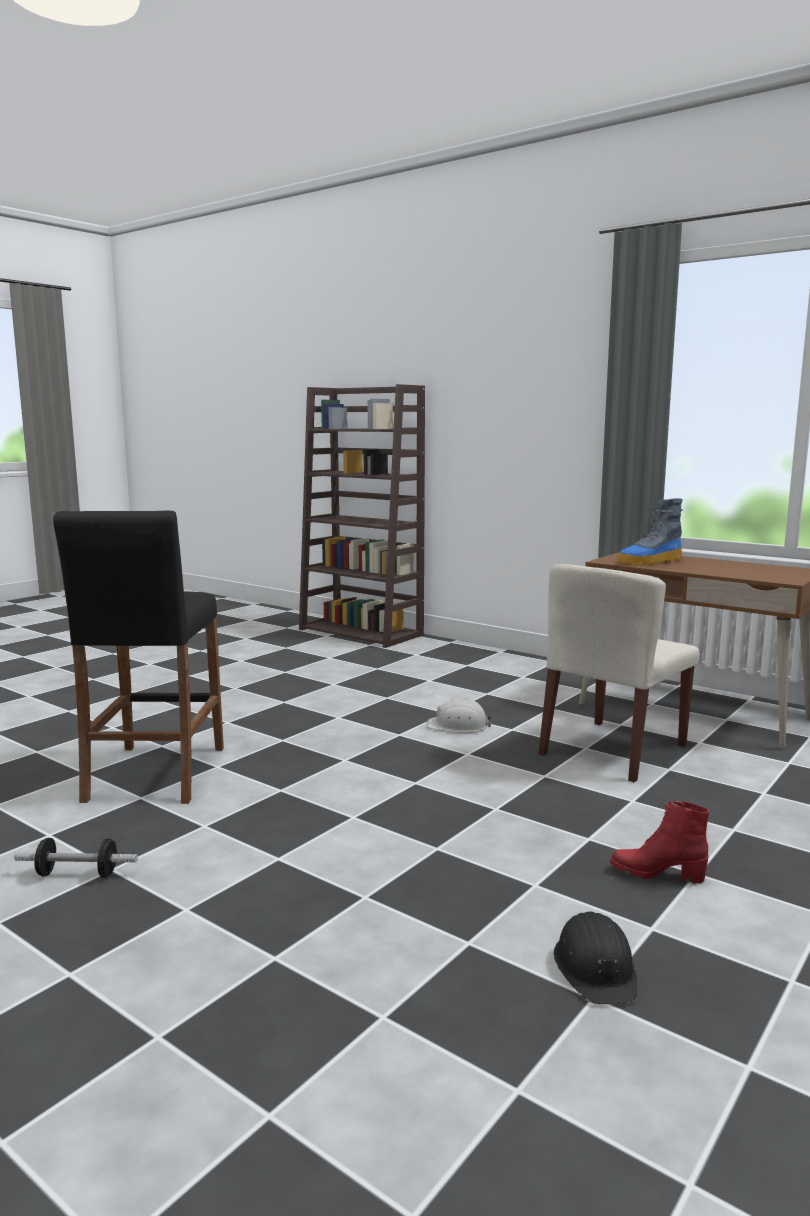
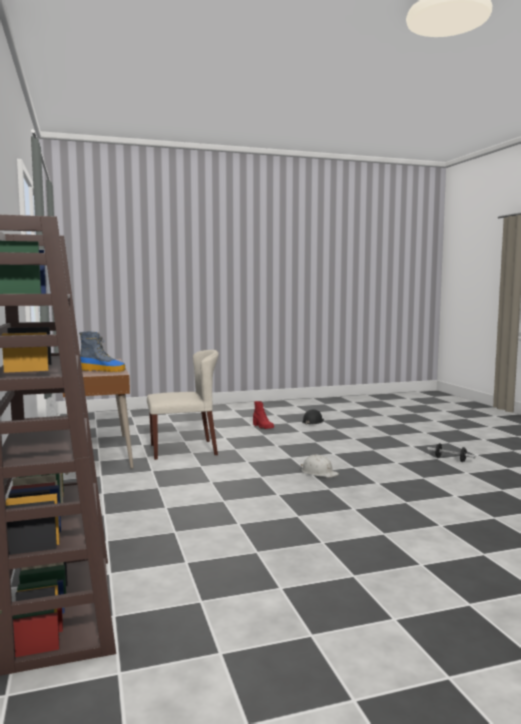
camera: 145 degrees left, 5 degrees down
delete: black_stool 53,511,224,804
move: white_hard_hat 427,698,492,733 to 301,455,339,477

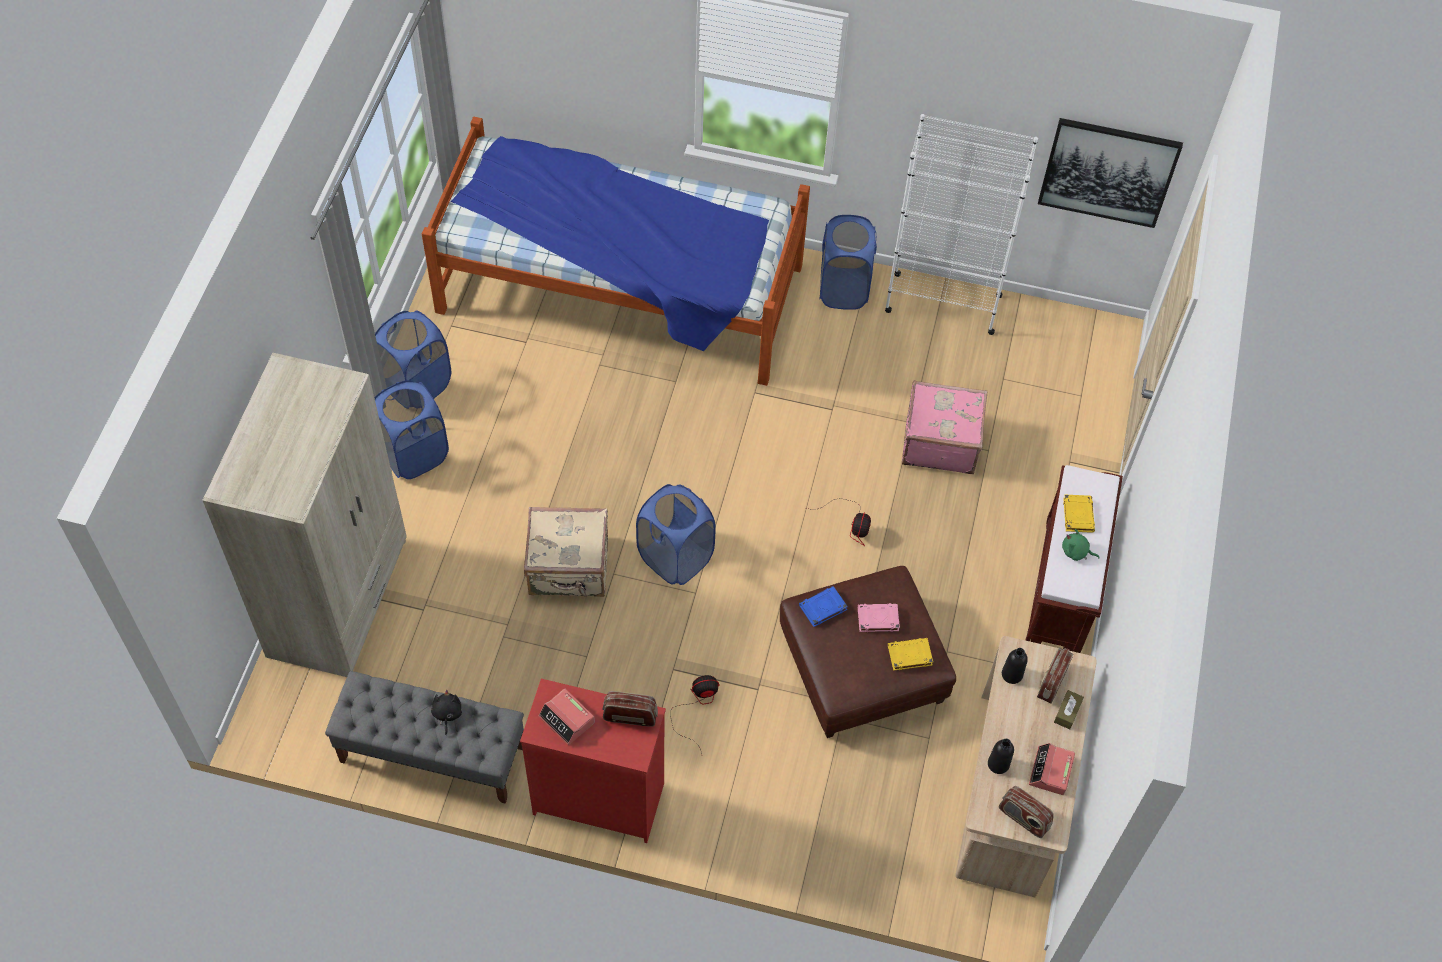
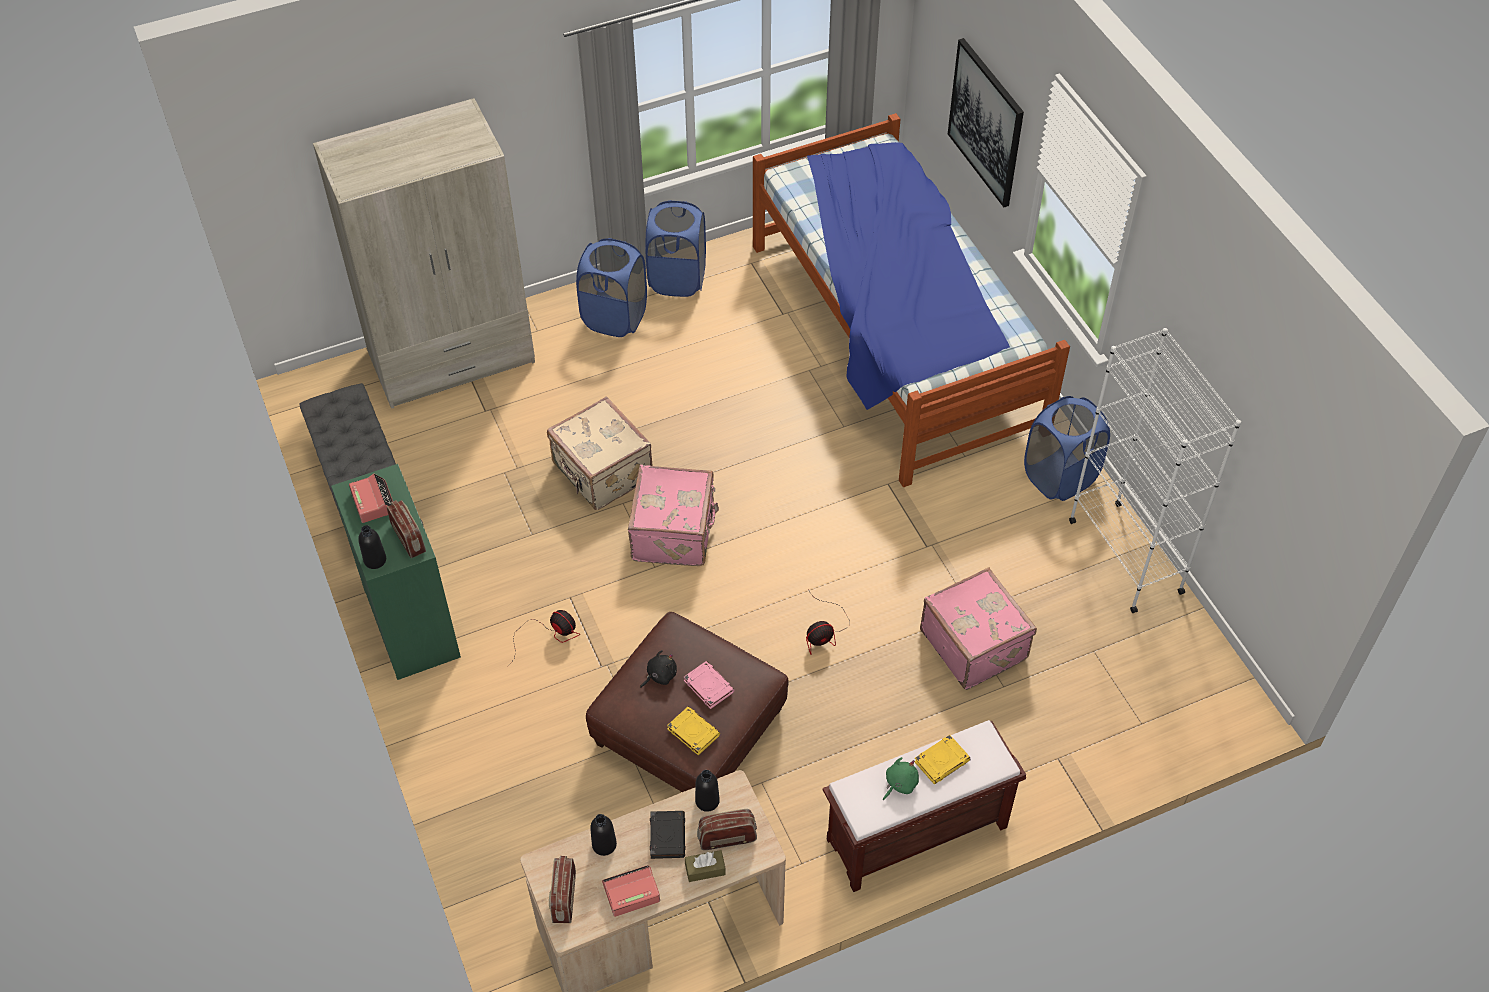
camera: 55 degrees right, 5 degrees down
delete: blue_book 799,586,848,627
insert: black_bottle 358,525,386,569; black_book 650,811,686,859
move: black_plush_toy 431,690,462,735 to 640,650,677,688; picture 1038,118,1183,228 to 948,38,1024,207
replace: blue_laundry_basket 636,484,716,585 to pink_suitcase 628,465,719,566
recolor: red_dresser 520,679,666,843 to green_dresser 331,464,461,680
rotate: alarm_clock 539,688,595,745 = 349,474,393,523 150 degrees clockwise; green_plush_toy 1062,529,1100,561 = 883,757,919,800 60 degrees clockwise

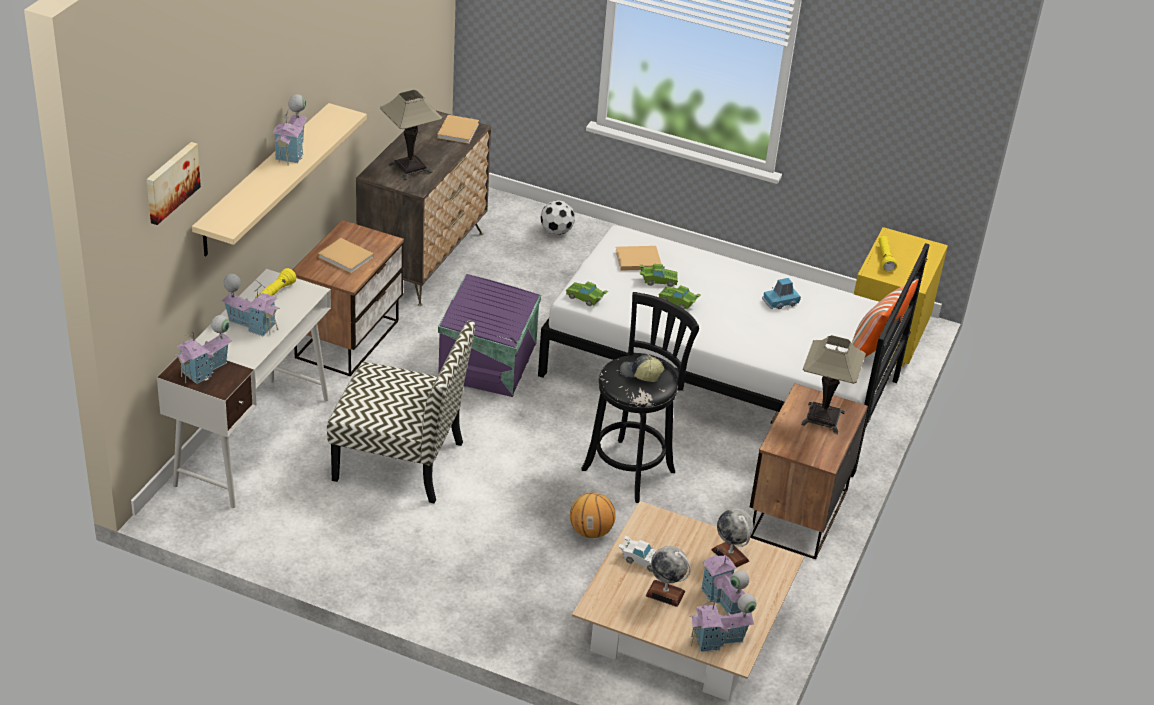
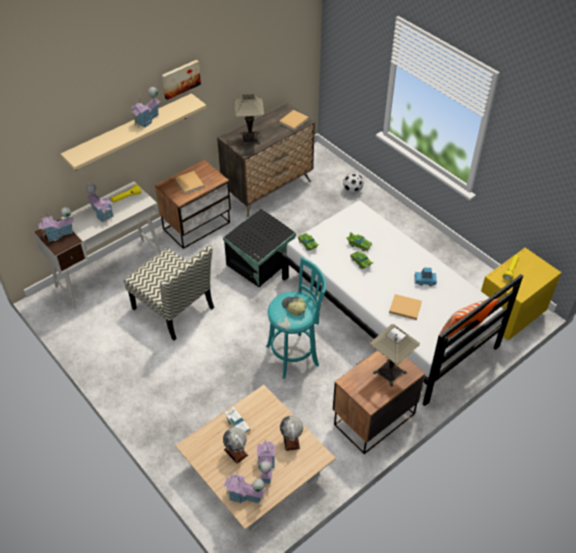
camera: 30 degrees right, 10 degrees up
delete: basketball 570,492,616,538
move: picture 147,142,201,225 to 162,60,201,100; beige_book 615,246,661,271 to 389,294,422,320
recolor: purple_storage_box 438,274,541,397 to black_storage_box 223,208,296,288; black_stool 581,292,699,503 to turquoise_stool 266,257,326,379

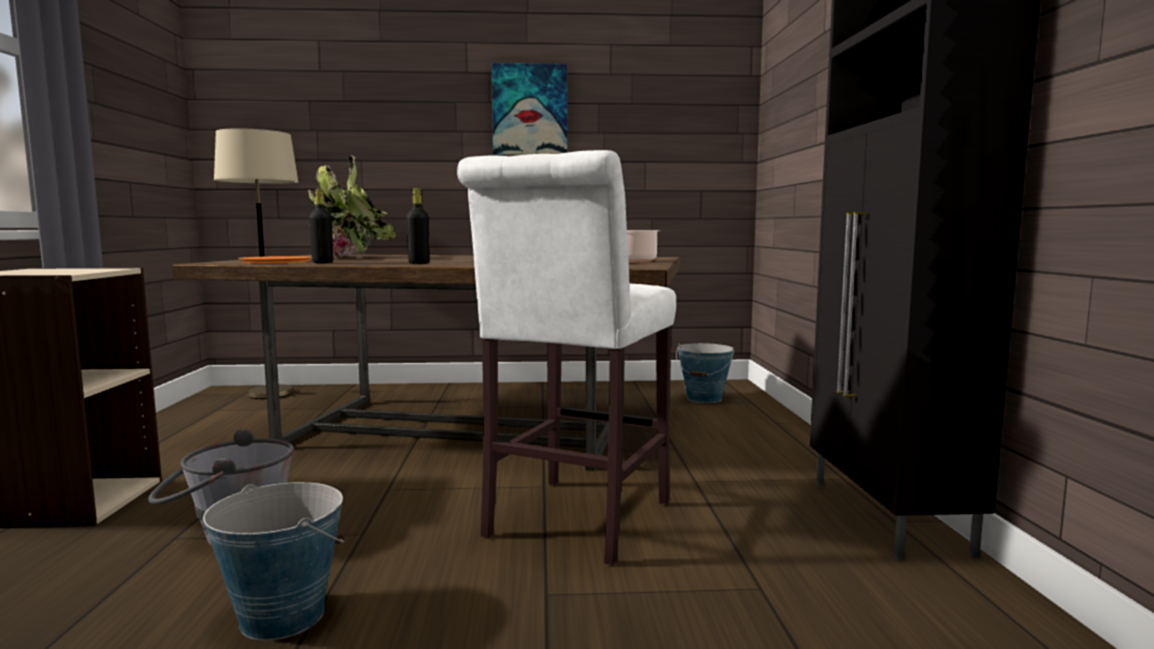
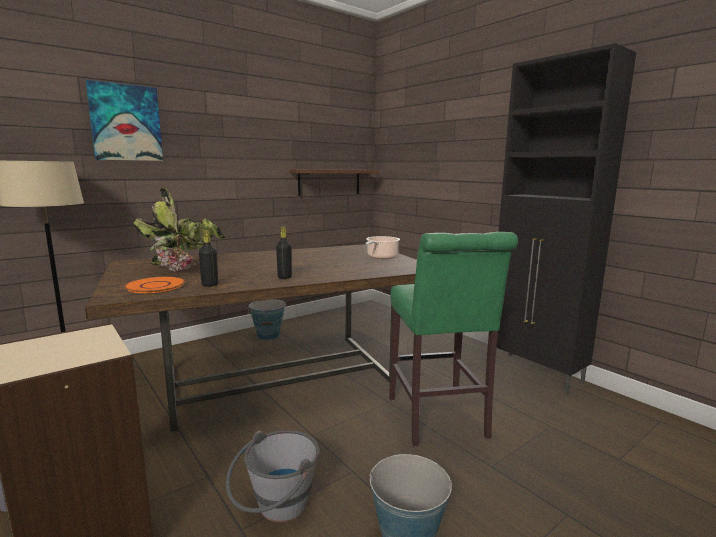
camera: 35 degrees left, 5 degrees up
insert: shelf 289,169,380,196
move: picture 492,63,567,155 to 86,80,163,161; bucket 676,343,734,403 to 248,299,286,340
recolor: white_stool 457,150,676,565 to green_stool 389,232,518,446

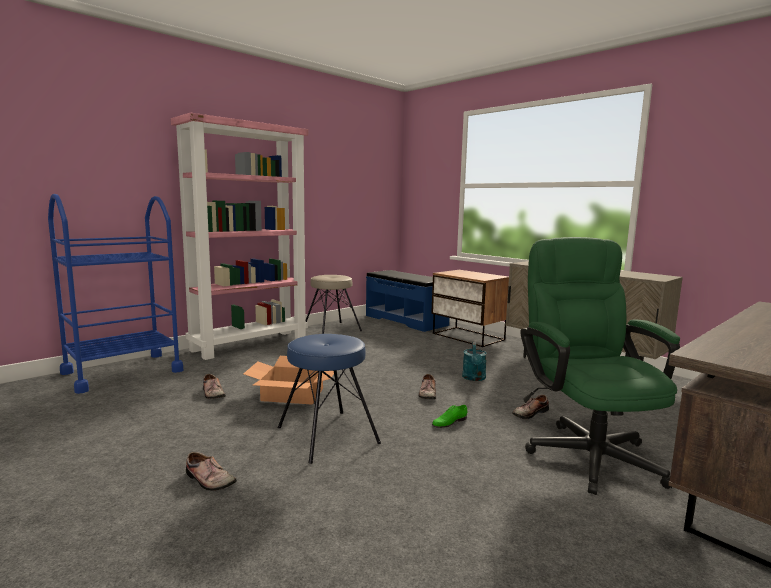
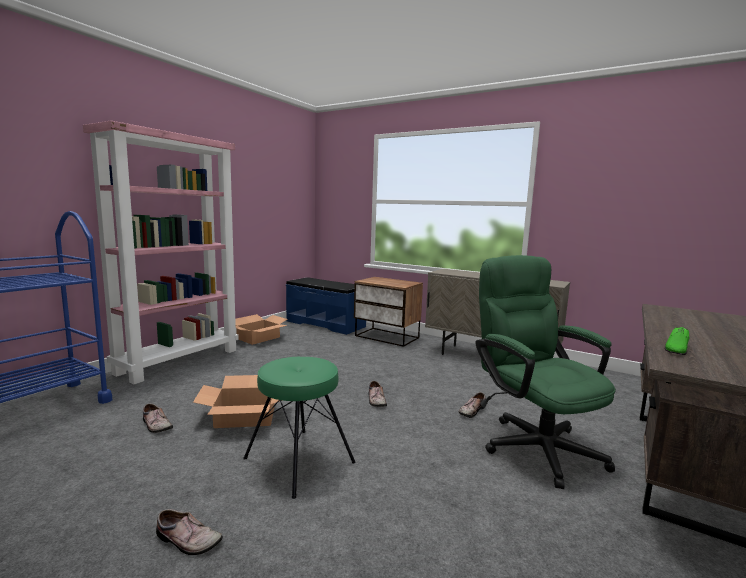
camera: 15 degrees left, 0 degrees up
delete: turquoise_watering_can 462,342,487,381
move: green_shoe 432,405,467,428 to 664,327,689,355
replace: beige_stool 306,275,362,334 to cardboard_box 235,314,288,345
recolor: blue_stool 278,334,381,464 to green_stool 243,357,356,499

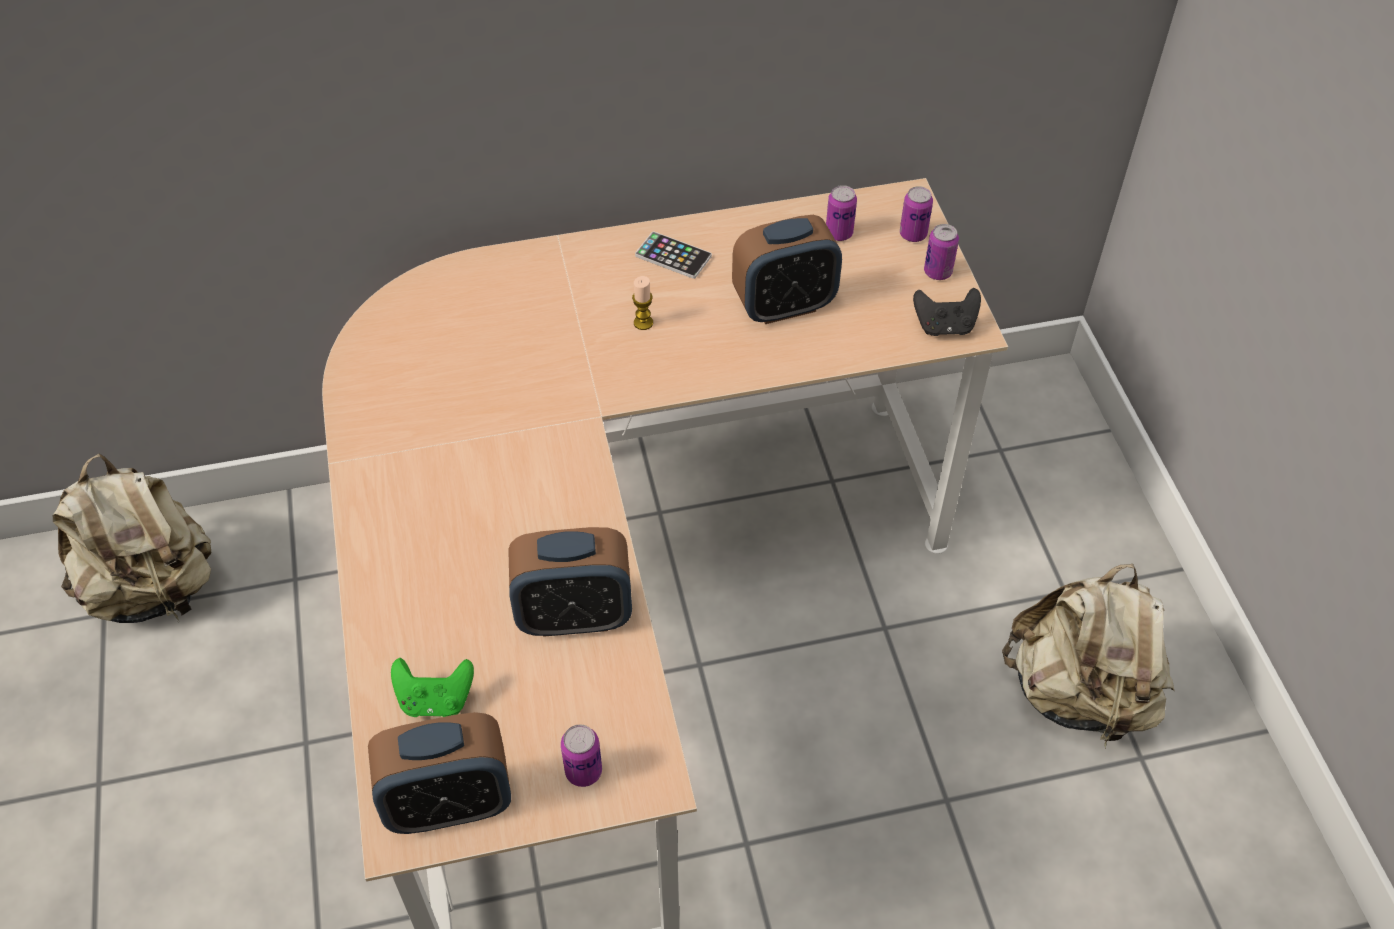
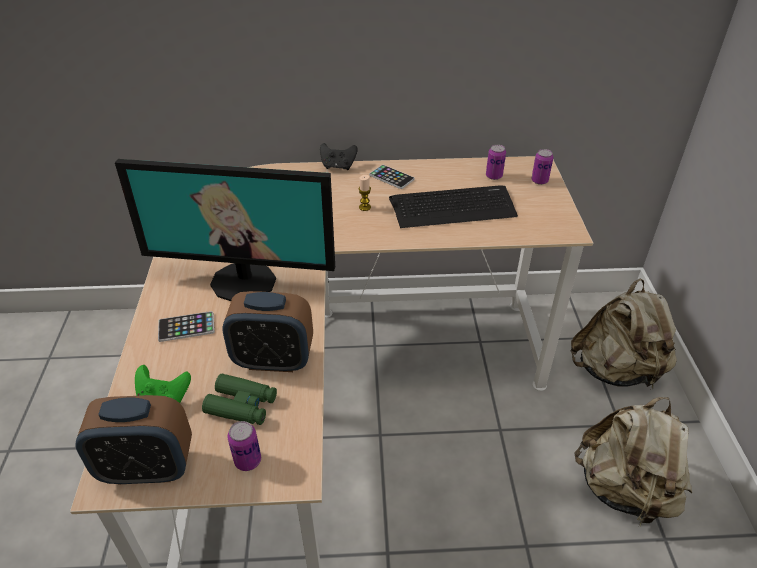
camera: 10 degrees right, 10 degrees down
delete: can 924,224,959,280
insert: monitor 115,159,335,301; phone 158,311,215,342; green_binoculars 202,374,277,425
move: beige_backpack 53,454,211,623 to 571,279,677,390; black_game_controller 913,288,981,336 to 320,143,358,170
replace: alarm_clock 732,215,842,324 to keyboard 389,186,518,228

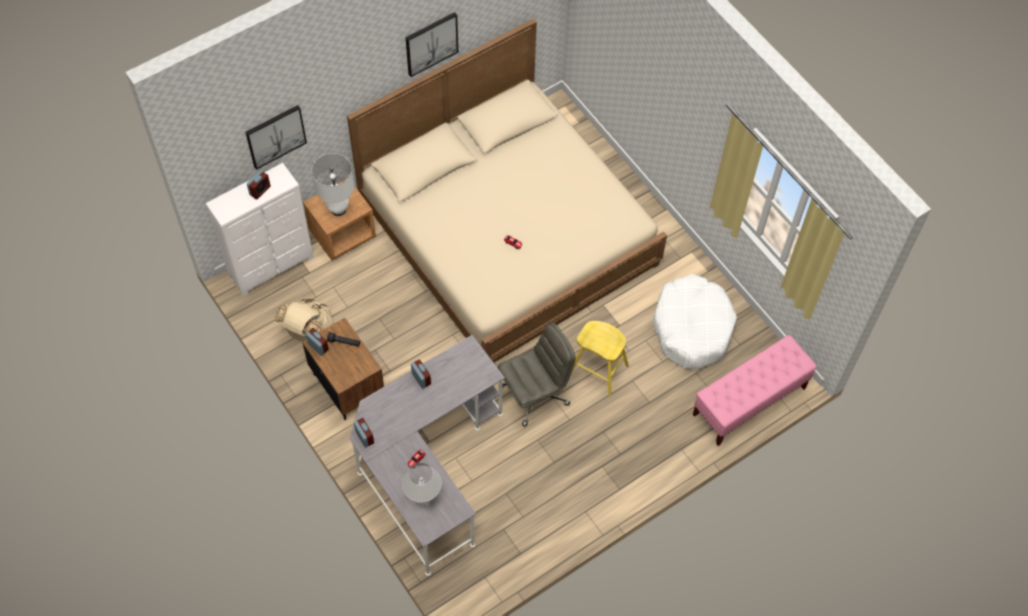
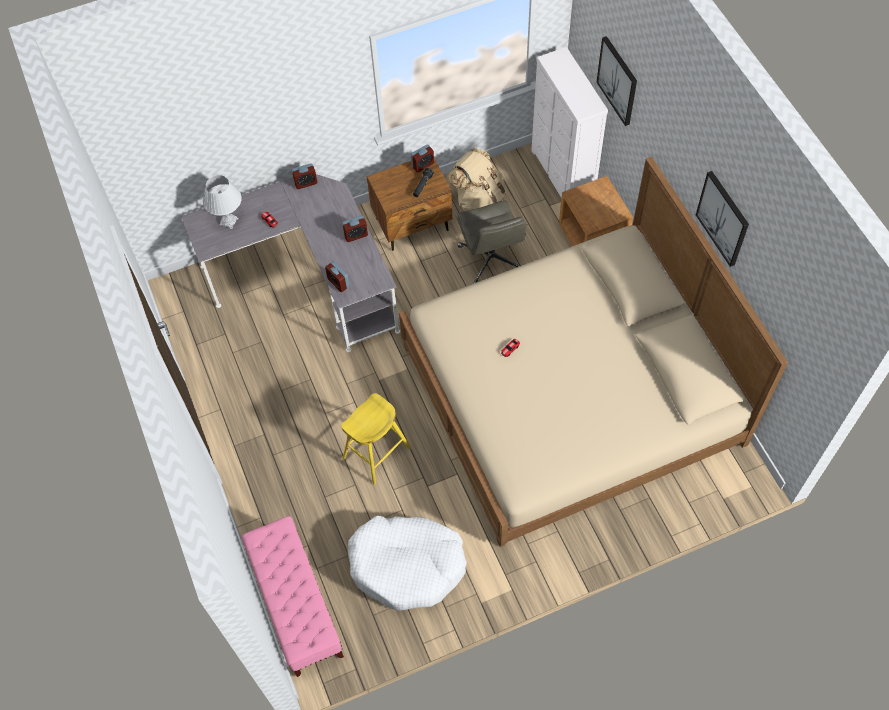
camera: 105 degrees right, 0 degrees up
delete: white_table_lamp 311,153,354,216
move: alarm_clock 247,170,271,199 to 325,261,349,292; grey_office_chair 498,323,576,427 to 457,200,526,284

